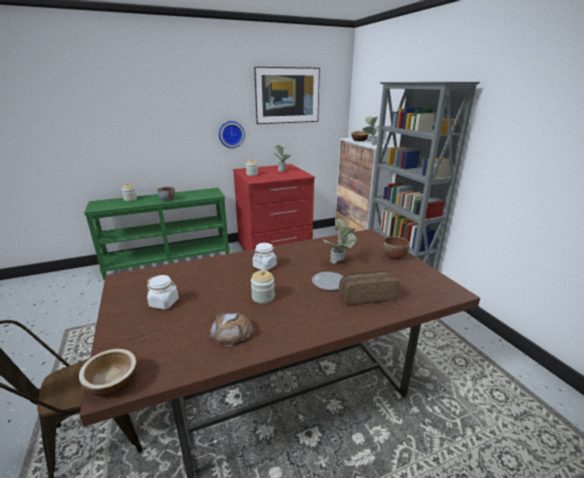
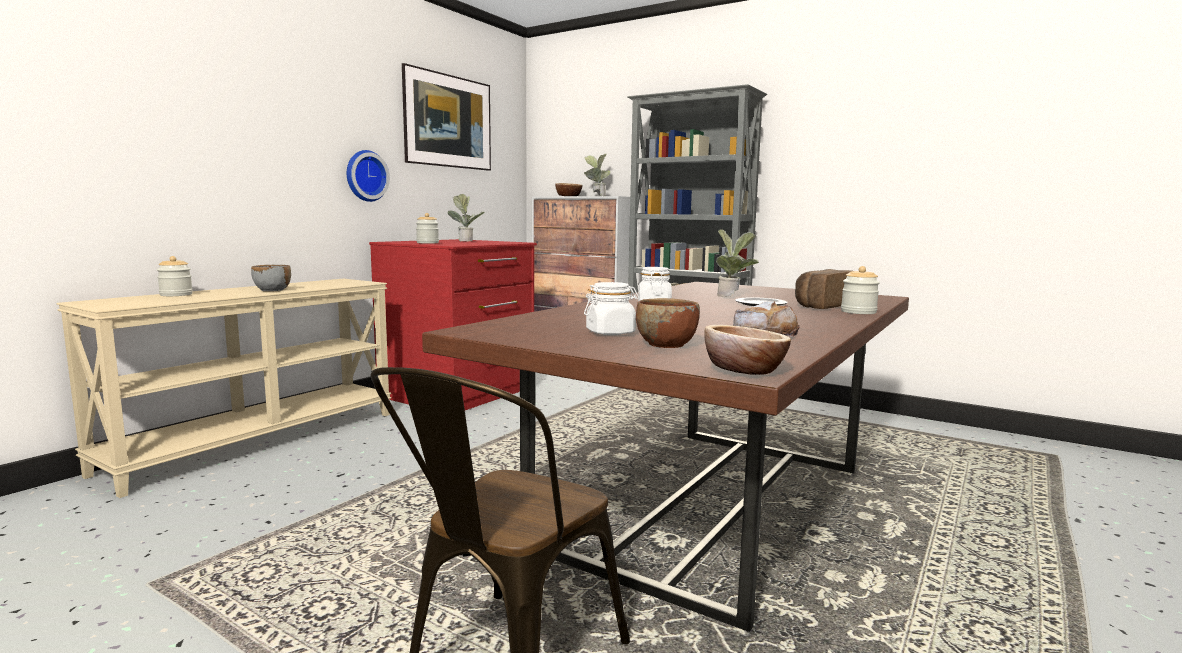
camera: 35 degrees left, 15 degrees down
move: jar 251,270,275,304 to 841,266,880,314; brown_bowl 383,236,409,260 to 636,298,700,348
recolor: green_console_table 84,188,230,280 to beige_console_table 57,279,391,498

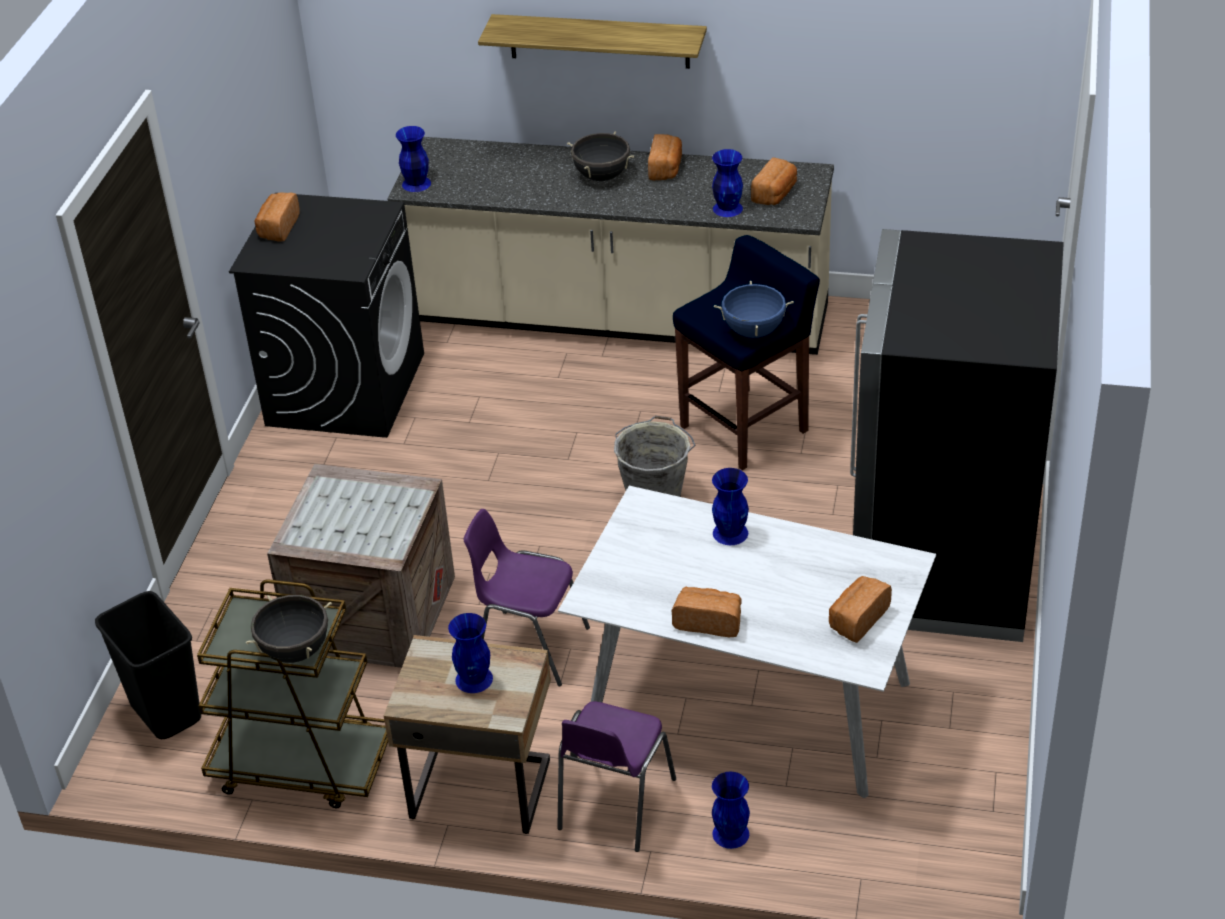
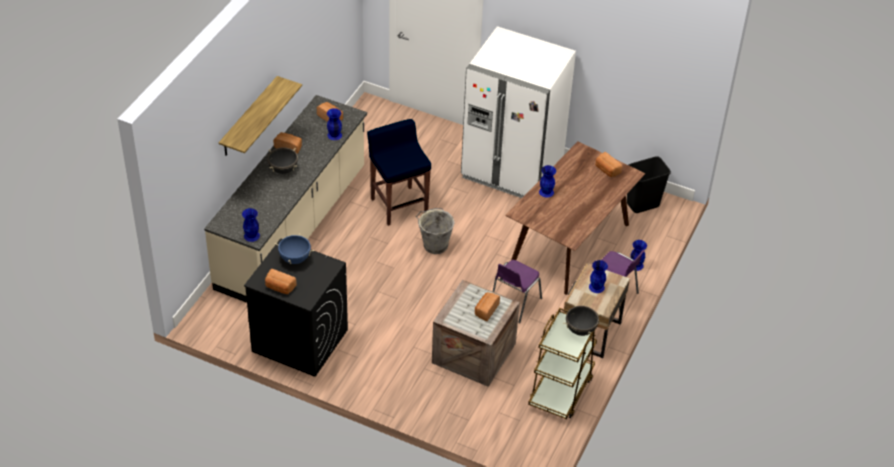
camera: 80 degrees left, 5 degrees up
move: black_trash_can 95,591,201,739 to 627,156,671,213; bread 672,587,741,637 to 475,292,500,321; blue_cooking_pot 714,280,794,338 to 275,233,314,264
recolor: white_dining_table 558,486,936,798 to brown_dining_table 505,142,645,295; black_fridge 850,229,1064,642 to white_fridge 461,26,576,198

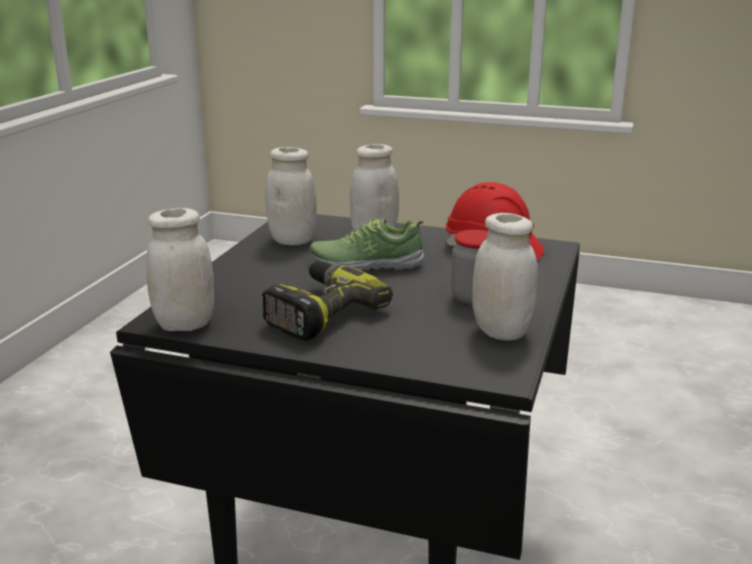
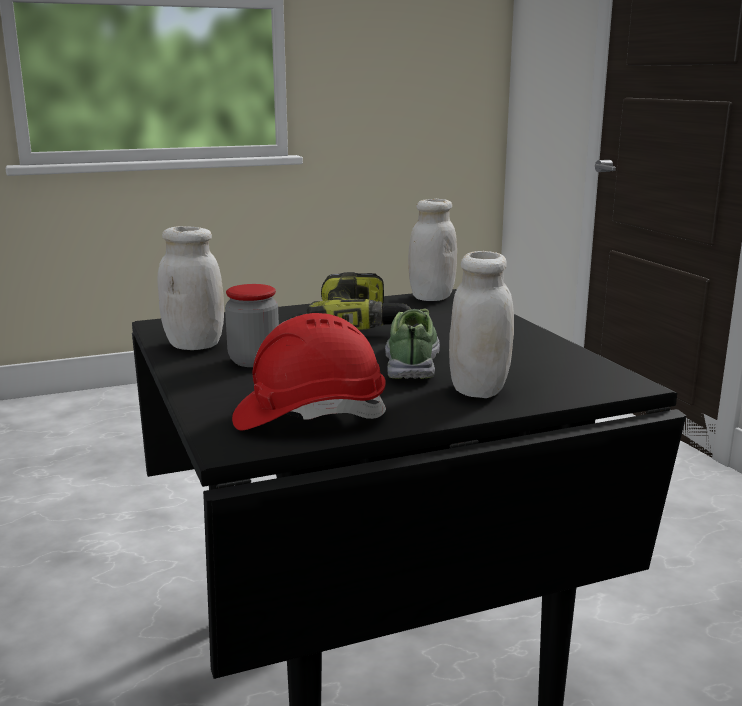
camera: 140 degrees right, 5 degrees down
delete: white_jar 265,147,317,245
rotate: shoe 309,217,424,271 = 385,308,440,379 45 degrees counterclockwise

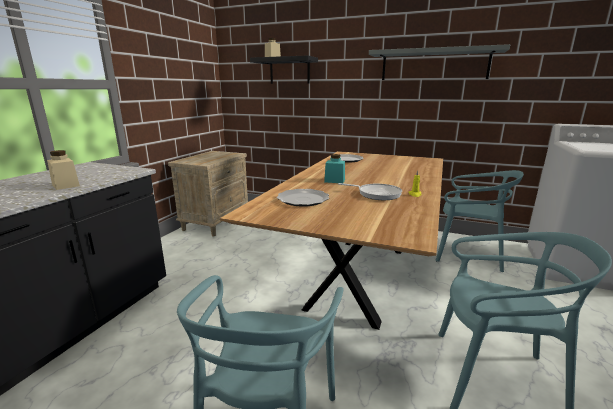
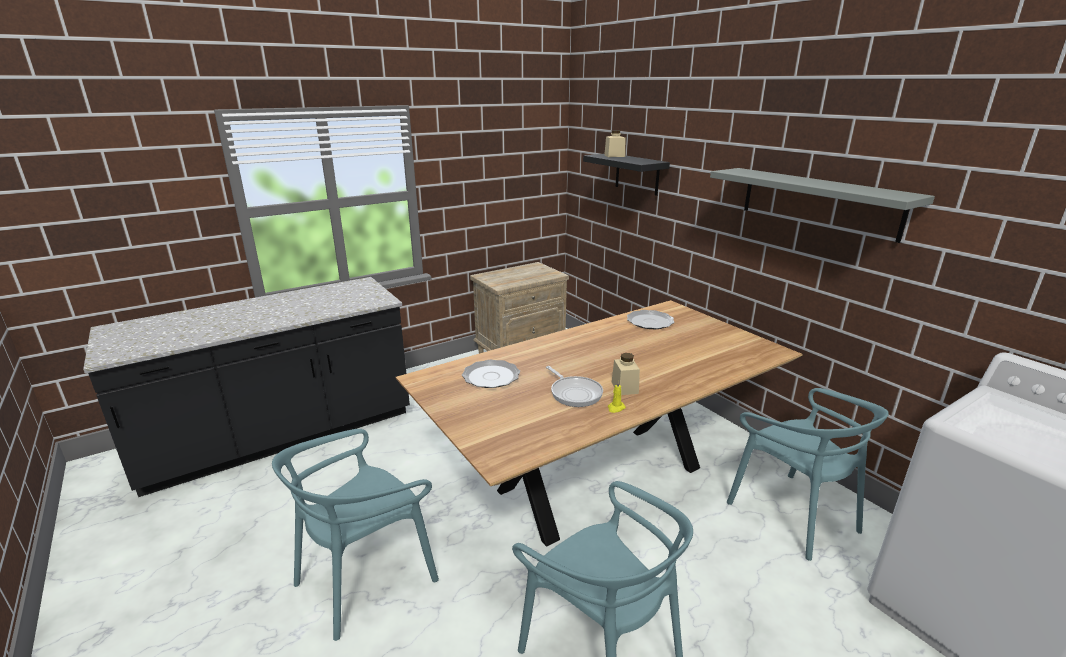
camera: 35 degrees right, 5 degrees up
delete: turquoise_jar 324,154,345,183
move: beige_jar 47,150,80,190 to 612,353,640,395

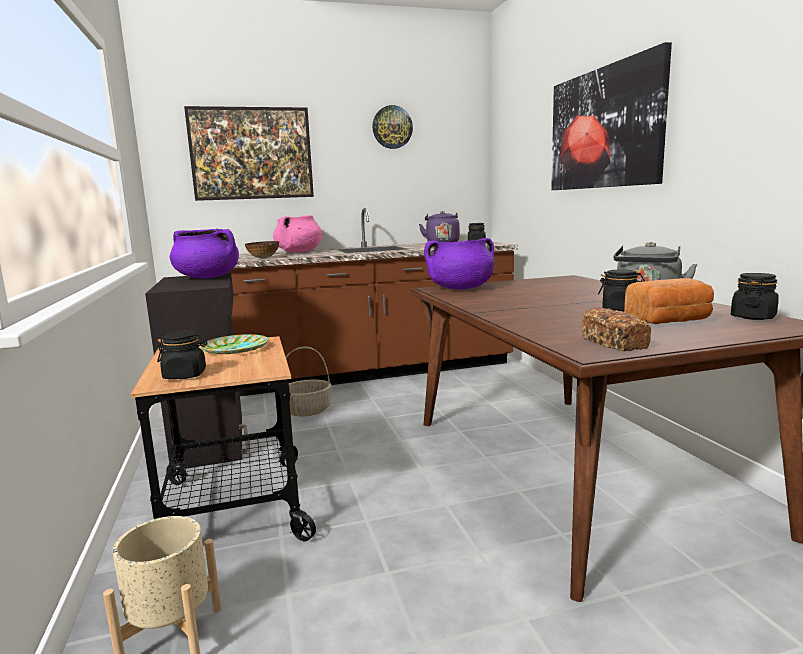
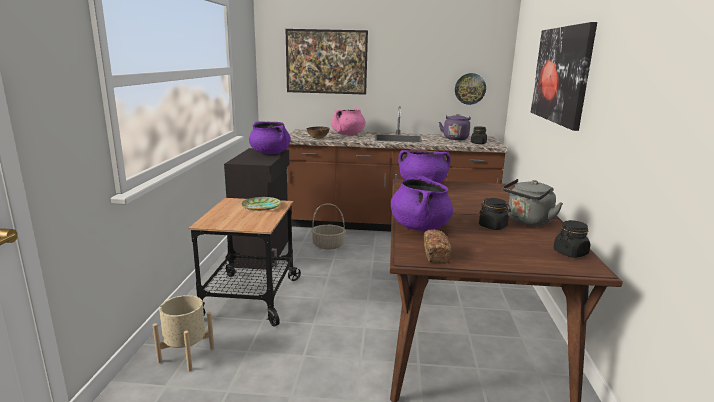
camera: 20 degrees right, 5 degrees up
delete: black_jar 157,331,207,379; bread 624,278,714,324
insert: purple_cooking_pot 391,176,453,231
move: wall_clock 372,105,413,149 to 455,73,486,105

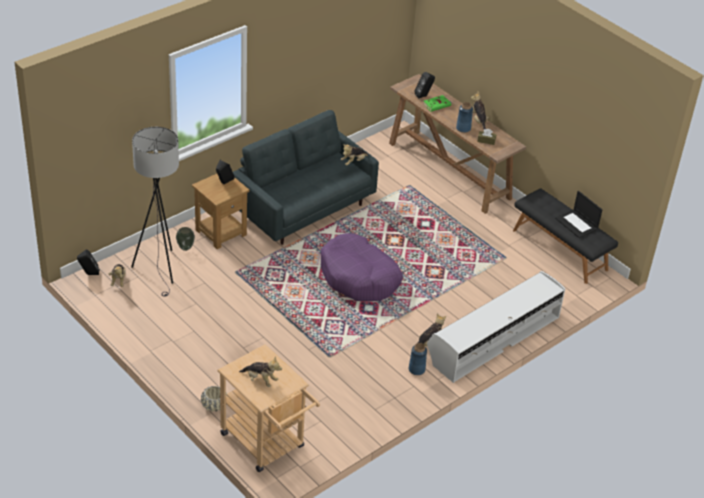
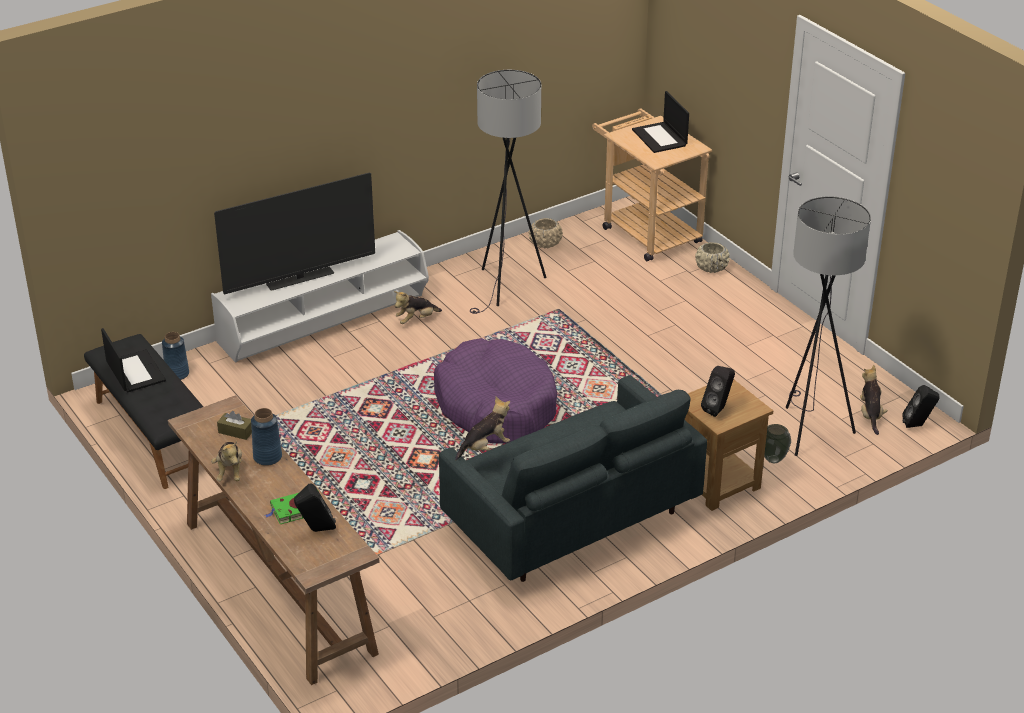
camera: 170 degrees left, 5 degrees down
insert: television 214,172,375,294; grey_floor_lamp 470,70,546,314; beige_planter 529,218,563,249
move: blue_vase 408,343,427,375 to 162,332,189,380
replace: plush_toy 239,356,282,387 to laptop 632,91,689,153

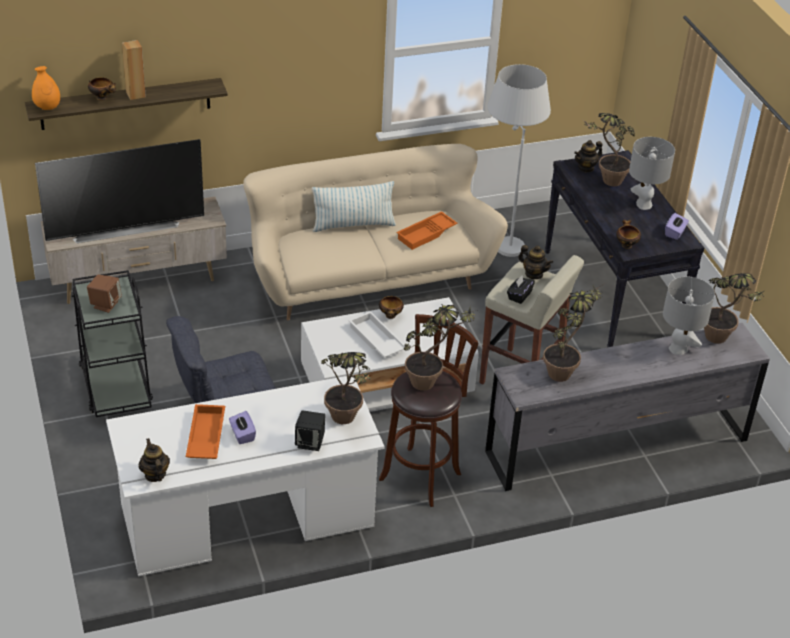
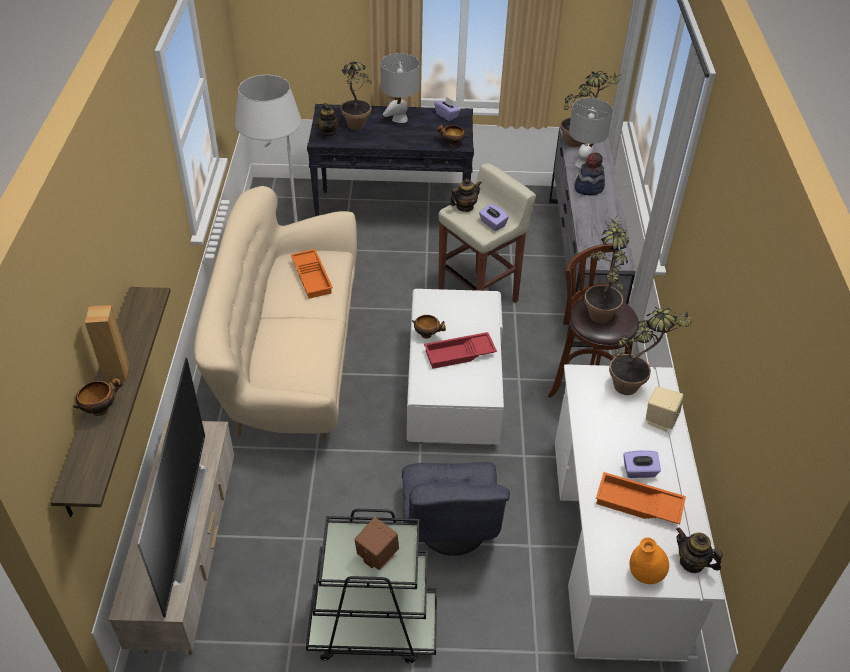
camera: 70 degrees left, 5 degrees up
delete: pillow 312,181,396,232; potted_plant 543,284,604,382
insert: hat 574,152,605,196
move: orange_vase 32,66,60,110 to 629,537,669,584
recolor: black_speaker 295,410,325,451 to beige_speaker 646,386,683,431; white_tray 348,311,405,357 to red_tray 424,332,497,369; black_tissue_box 507,275,535,304 to purple_tissue_box 479,203,509,231
rotate: teapot 139,438,170,482 = 676,527,723,573 45 degrees clockwise

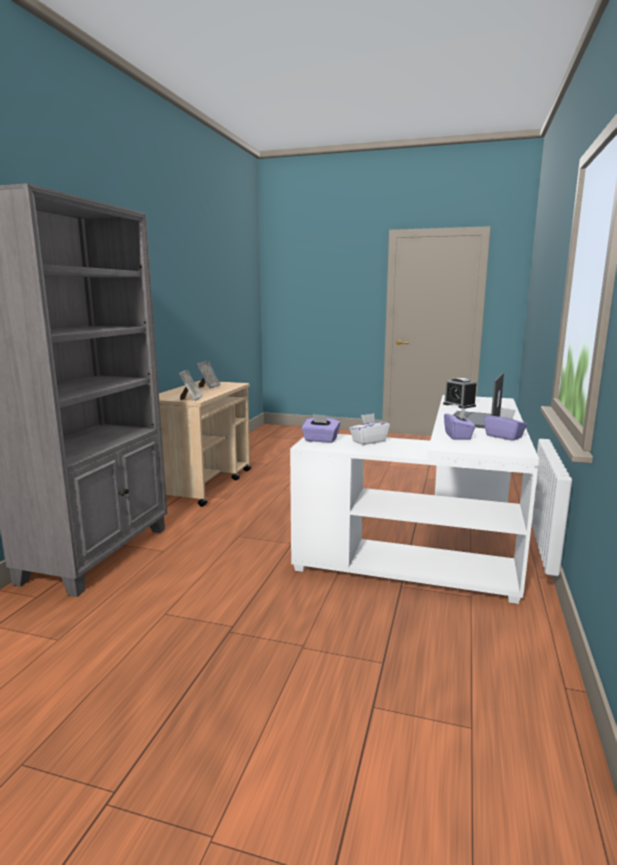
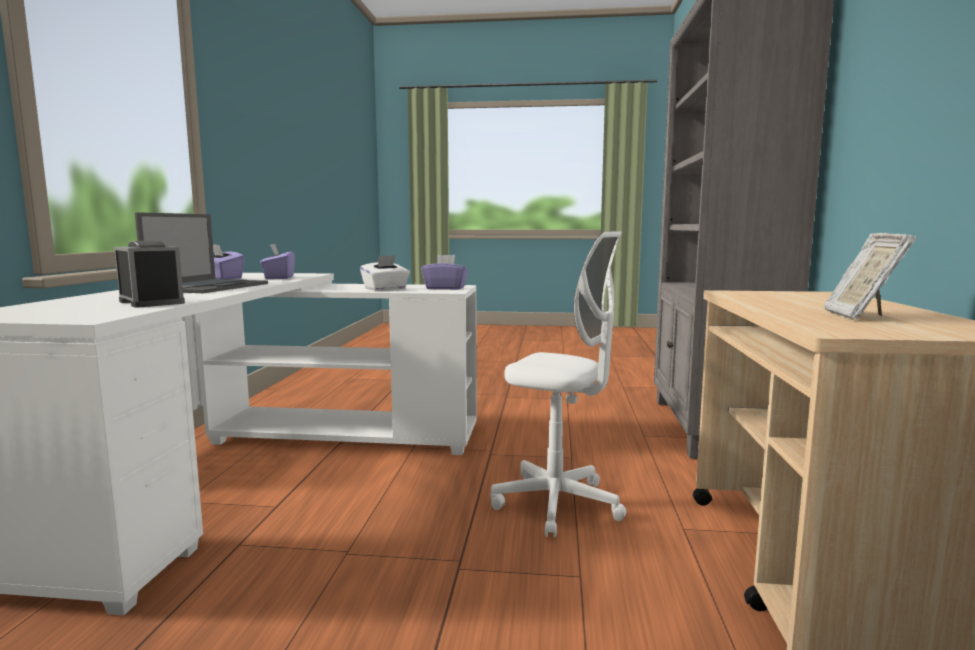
camera: 170 degrees right, 5 degrees down
delete: picture_frame 179,370,203,401
insert: white_office_chair 491,231,626,538

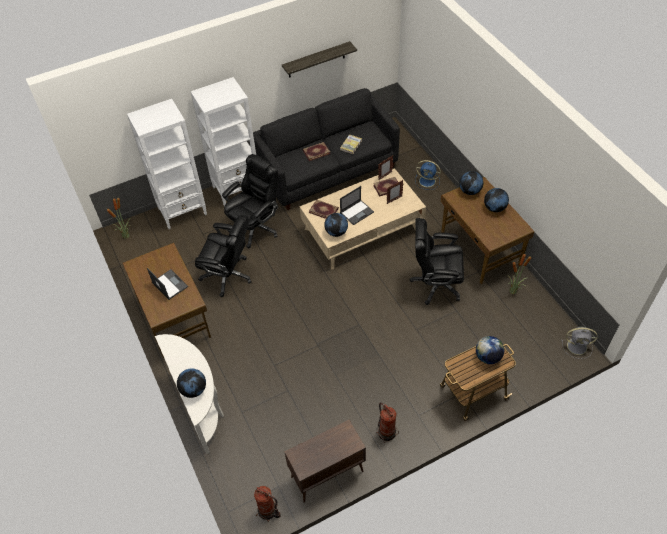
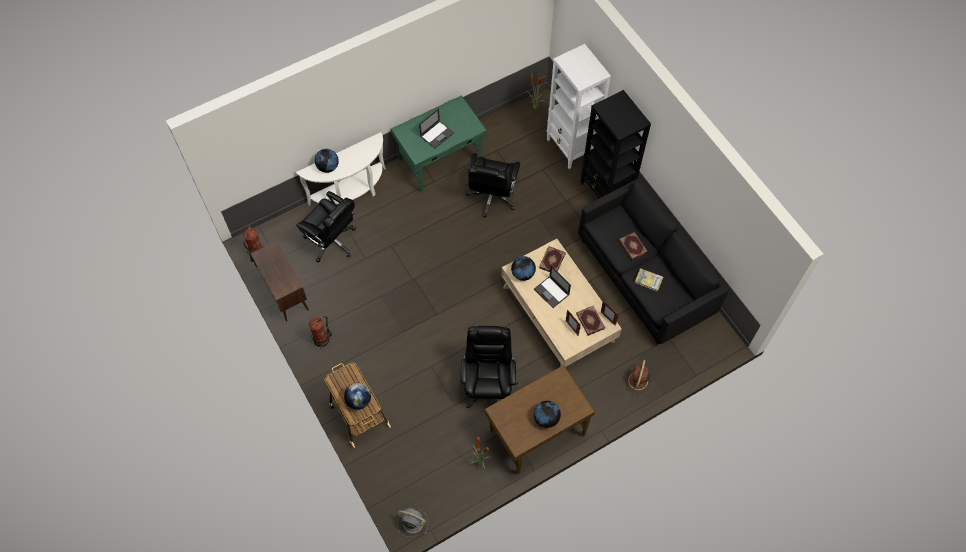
camera: 85 degrees right, 10 degrees up
delete: shelf 282,41,357,78; globe 459,171,483,195
move: black_office_chair 222,154,278,249 to 296,191,356,262
recolor: brown_desk 123,243,211,358 to green_desk 391,96,487,192; white_bookcase 190,77,256,206 to black_bookcase 581,90,651,198; blue_fan 415,160,441,190 to brown_fan 624,360,652,395
rotate: grey_fan 561,327,597,359 = 397,508,428,537 105 degrees clockwise

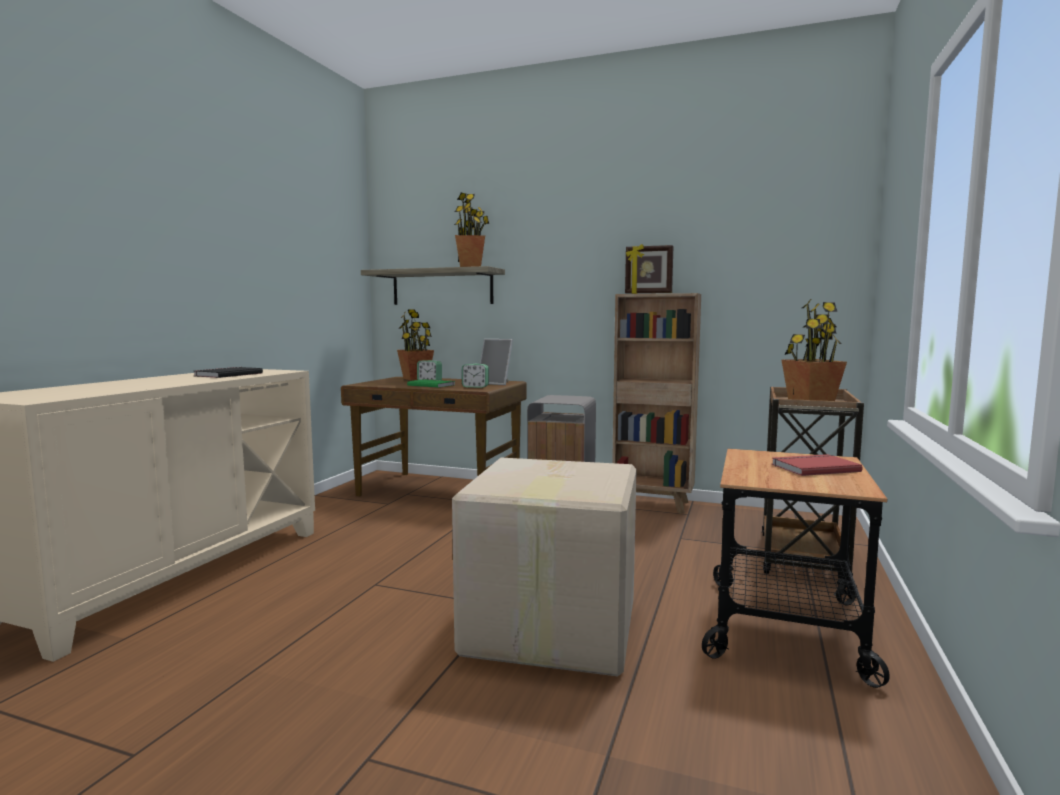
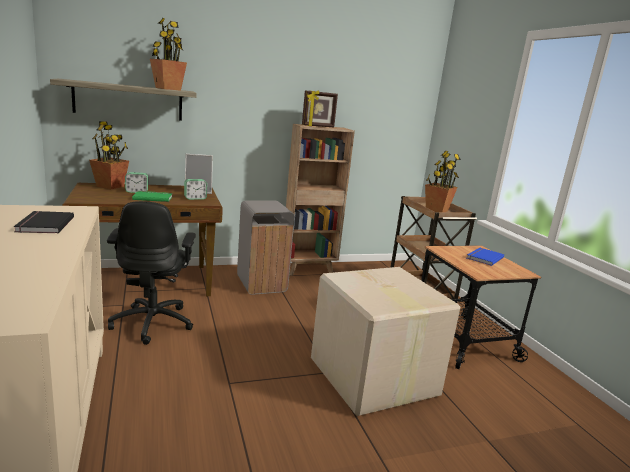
camera: 40 degrees left, 10 degrees up
insert: black_office_chair 107,201,196,345
recolor: red_book 771,454,863,476 to blue_book 467,248,504,266

